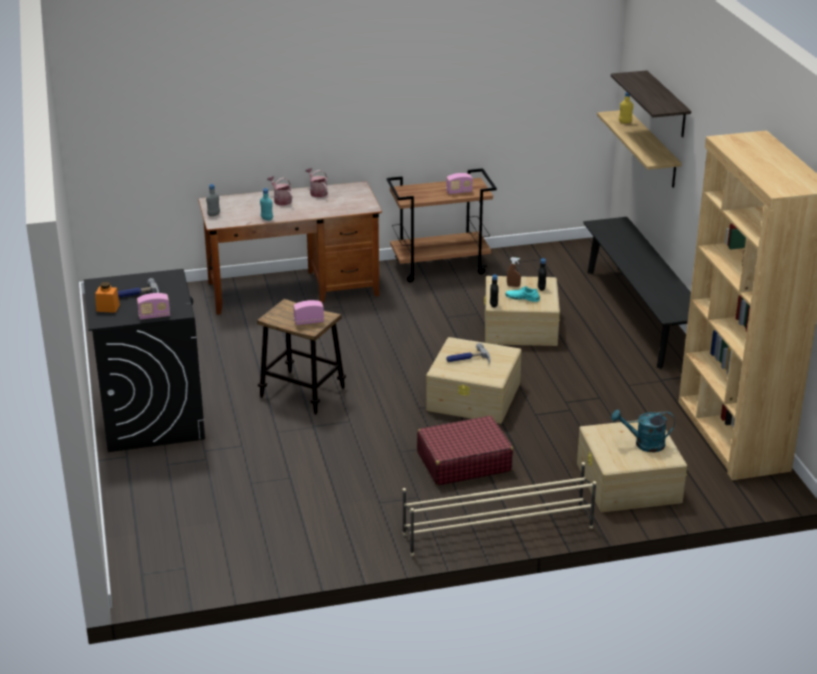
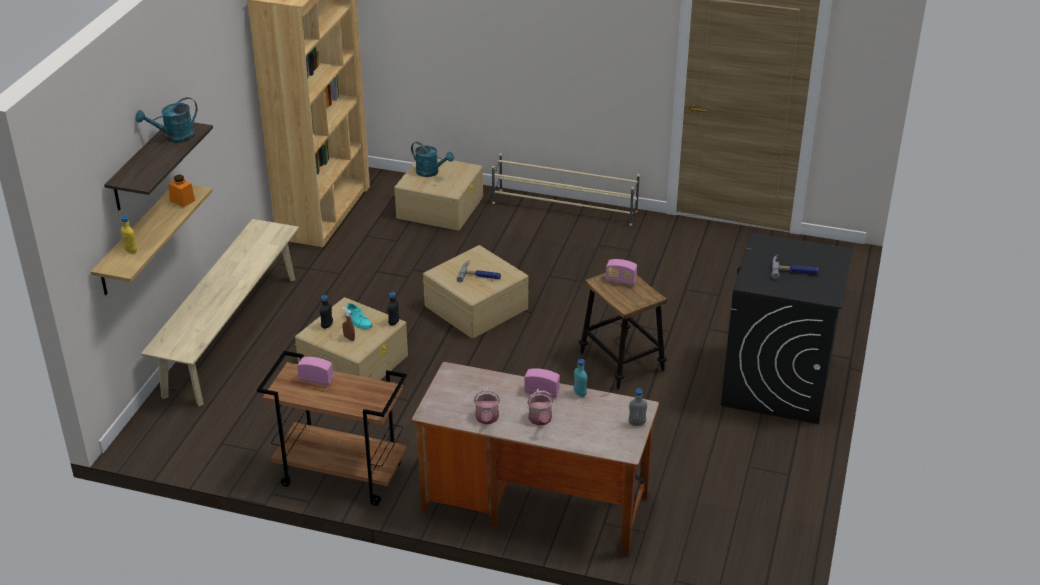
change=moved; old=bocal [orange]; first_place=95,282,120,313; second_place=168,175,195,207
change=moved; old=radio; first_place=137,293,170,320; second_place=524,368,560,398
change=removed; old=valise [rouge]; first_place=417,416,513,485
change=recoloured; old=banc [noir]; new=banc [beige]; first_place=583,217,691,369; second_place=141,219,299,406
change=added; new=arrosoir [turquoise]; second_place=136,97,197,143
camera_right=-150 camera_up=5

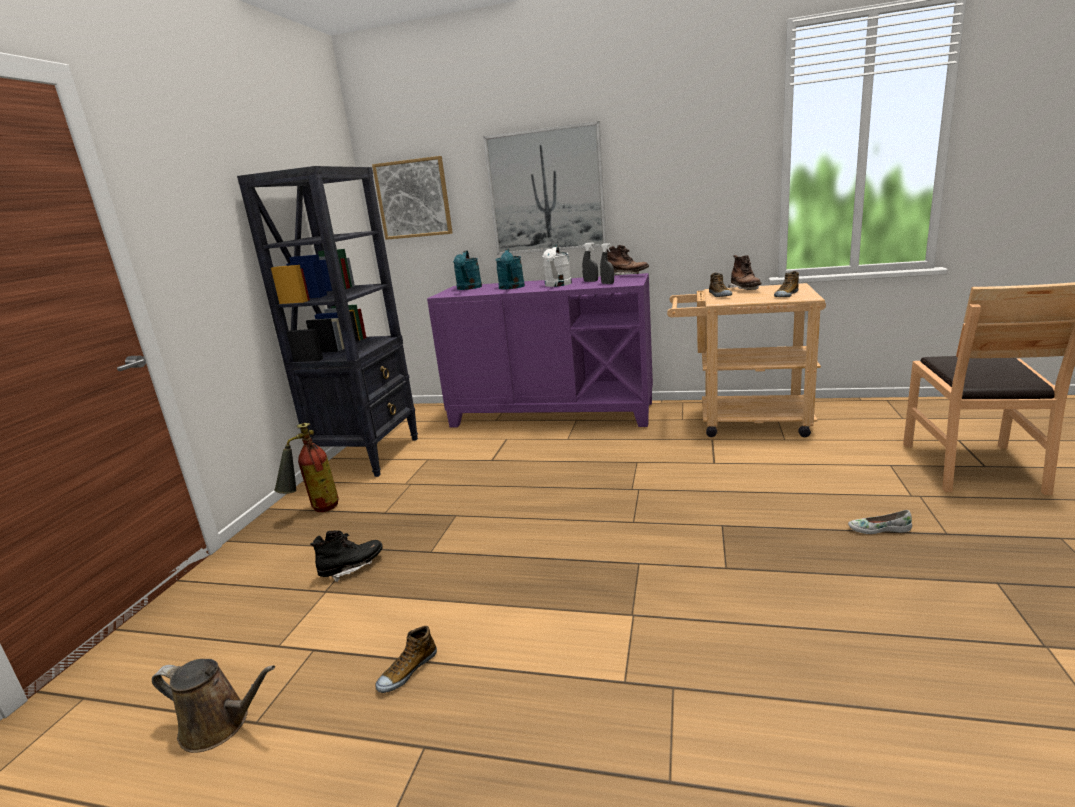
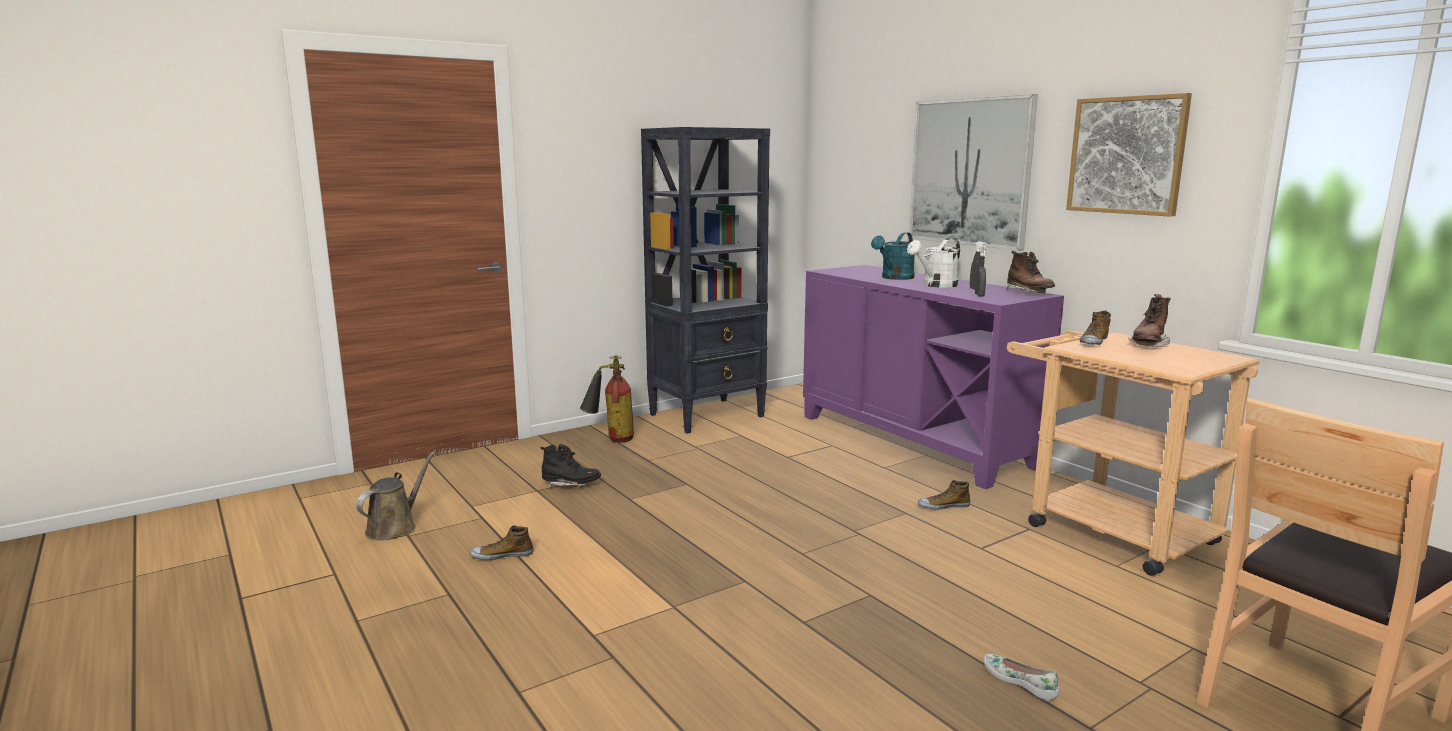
change=turned; old=arrosoir [marron]; first_place=152,659,275,753; second_place=356,452,435,540; degrees=-120
change=moved; old=tableau; first_place=372,156,453,240; second_place=1066,93,1192,217
change=removed; old=arrosoir [turquoise]; first_place=453,251,482,290
change=moved; old=chaussure; first_place=774,271,799,297; second_place=918,480,970,510
camera_right=40 camera_up=-5

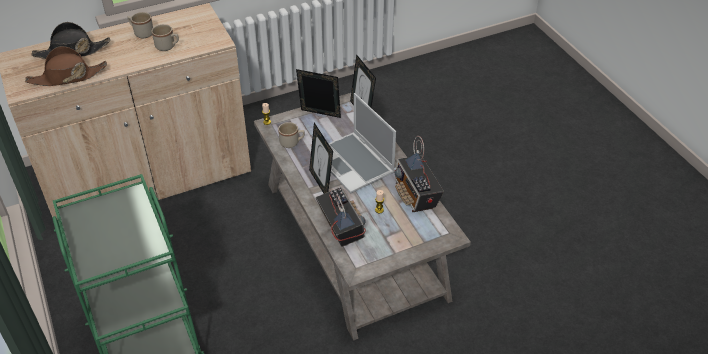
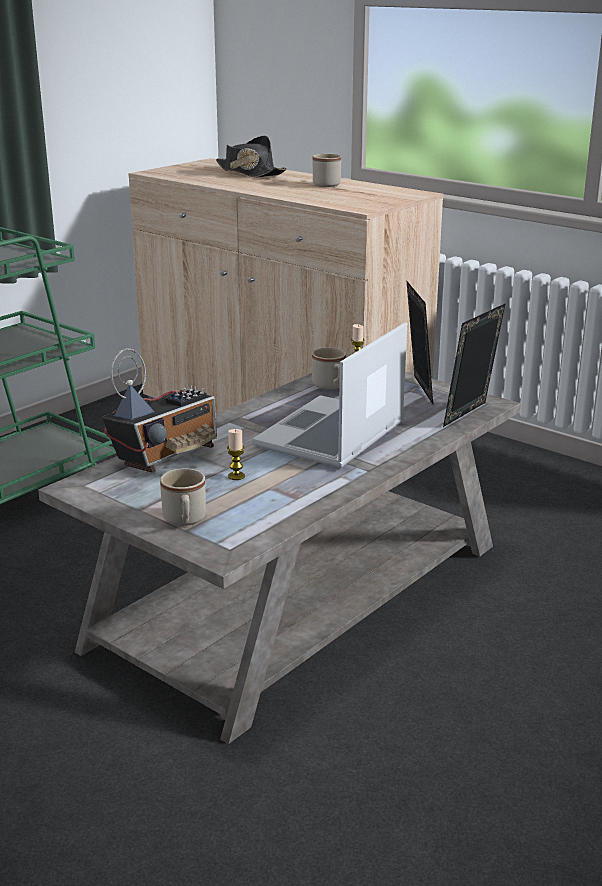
change=removed; old=chapeau [marron]; first_place=25,46,107,86
change=moved; old=mug [beige]; first_place=151,24,179,51; second_place=160,468,206,526
change=removed; old=cadre photo; first_place=309,123,333,194
change=removed; old=radio; first_place=394,136,444,212
camera_right=65 camera_up=-20

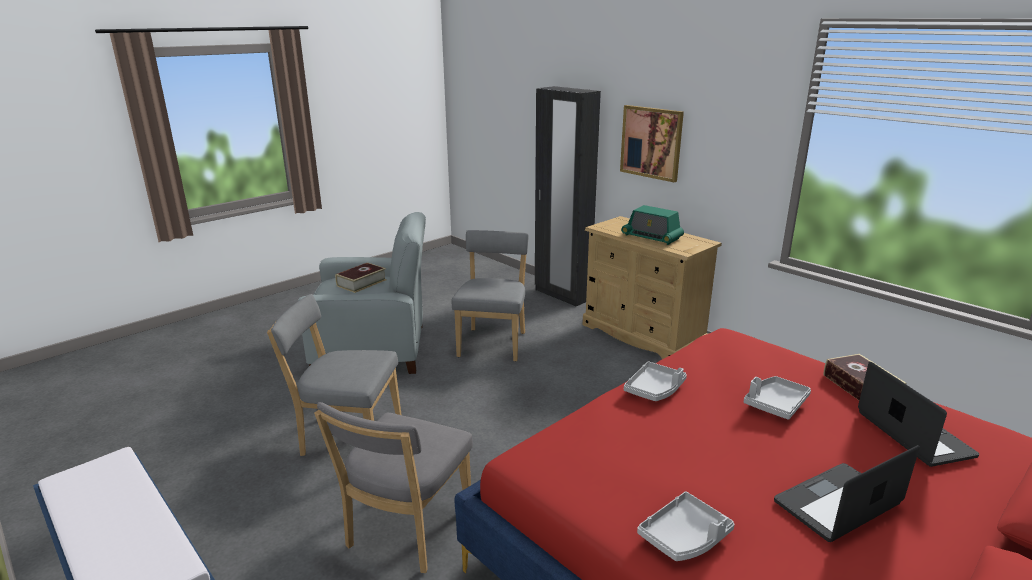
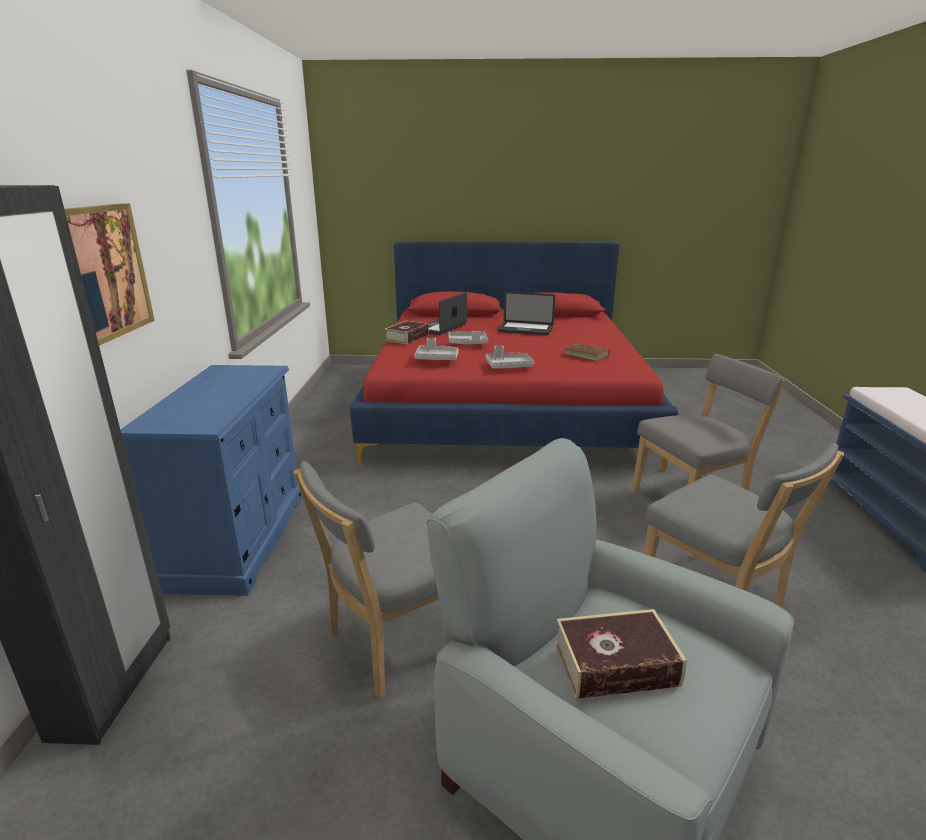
change=recoloured; old=commode [beige]; new=commode [bleu]; first_place=583,216,722,359; second_place=120,365,303,596
change=removed; old=radio; first_place=621,205,684,245
change=moved; old=plateau [gris]; first_place=637,491,735,561; second_place=414,338,459,360
change=added; new=livre [marron]; second_place=564,343,610,362
camera_right=-135 camera_up=0

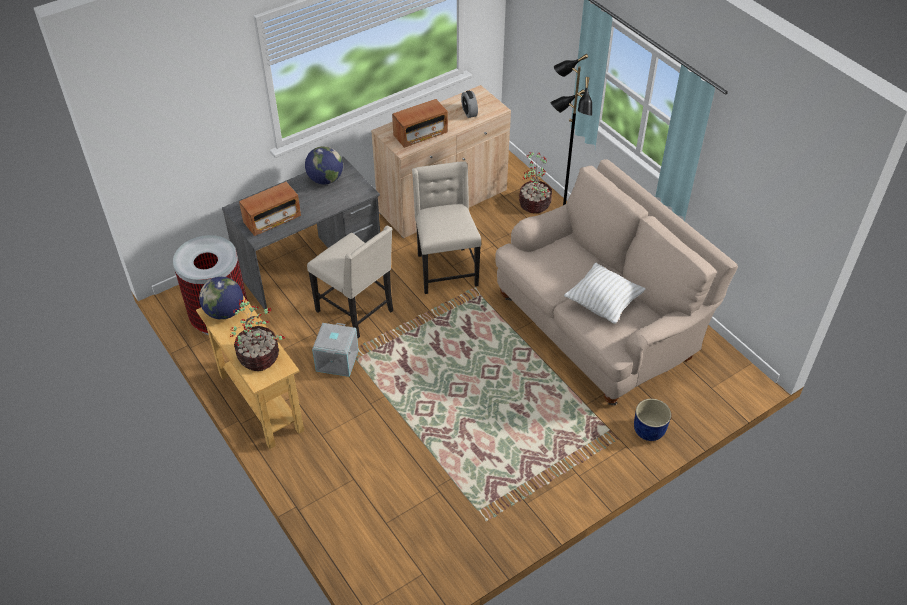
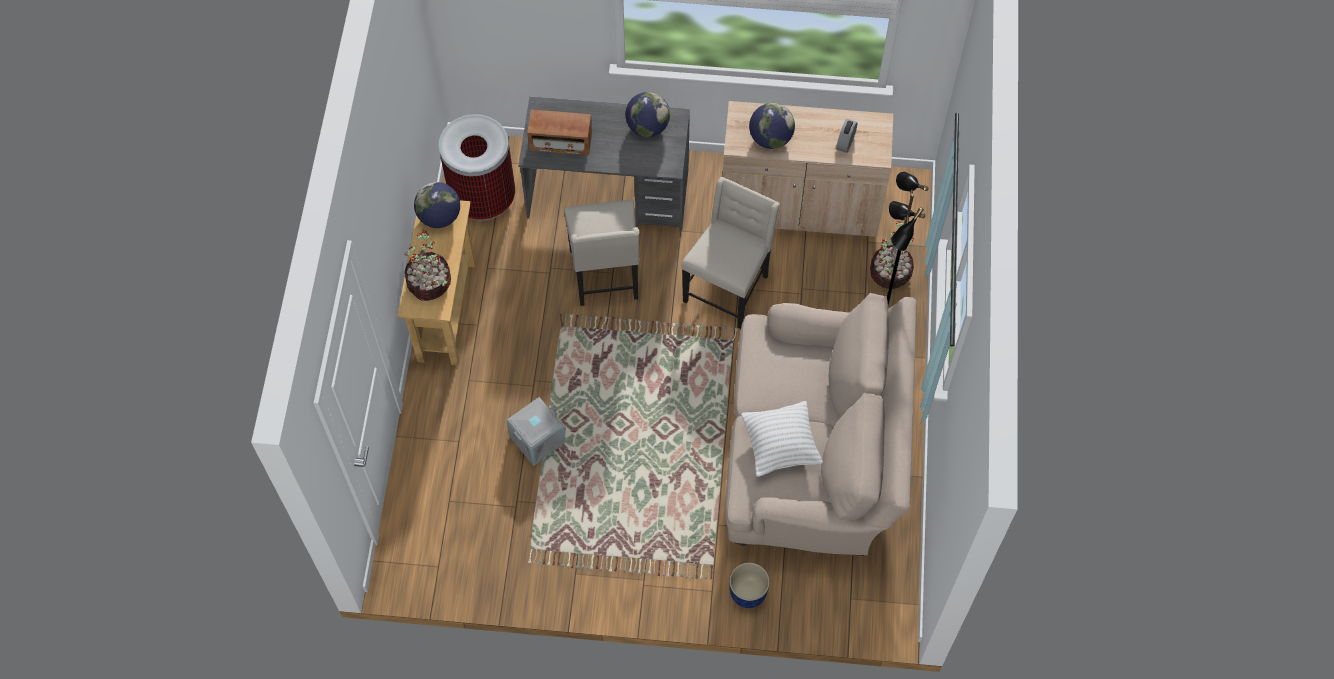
change=moved; old=boîte de rangement [gris]; first_place=312,323,359,377; second_place=506,397,566,466
change=replaced; old=radio; new=globe; first_place=392,99,448,148; second_place=749,103,795,149
camera_right=40 camera_up=15

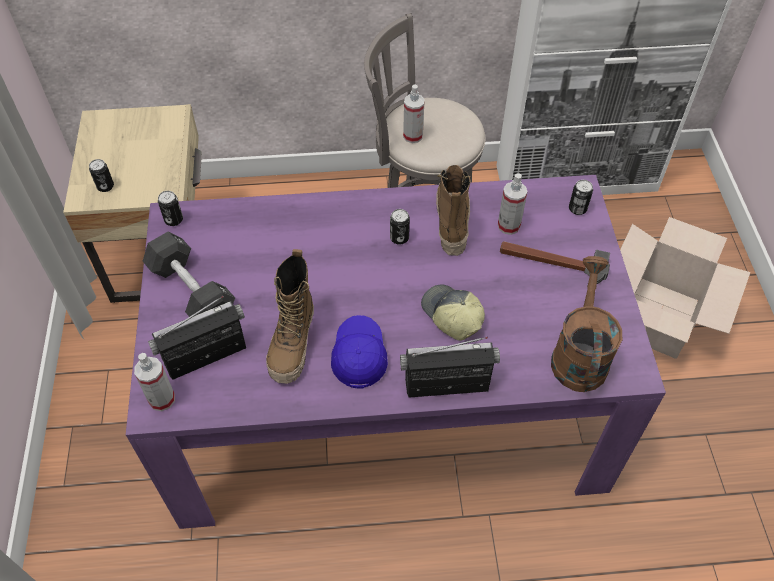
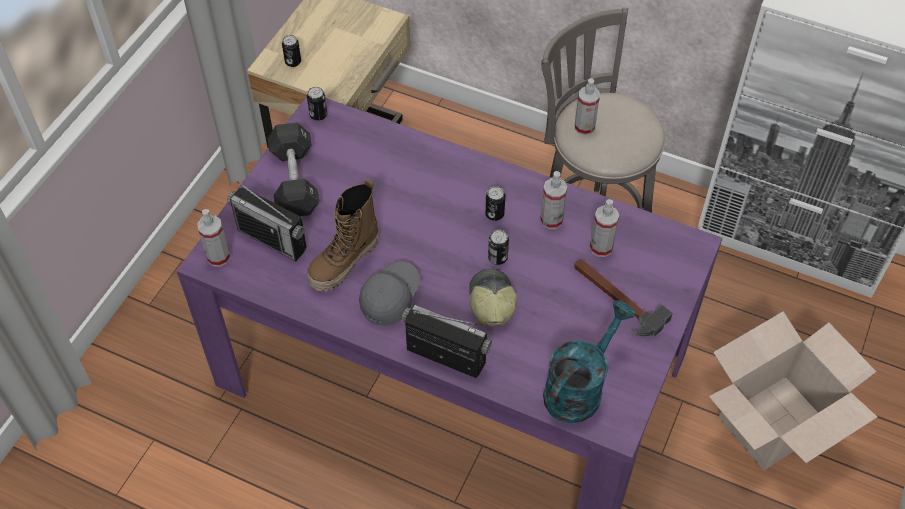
change=turned; old=radio; first_place=148,296,246,380; second_place=227,181,307,261; degrees=-150
change=recoloured; old=casquette [bleu]; new=casquette [gris]; first_place=331,315,388,388; second_place=359,261,421,326
change=replaced; old=botte; new=vaporisateur; first_place=436,165,471,256; second_place=540,171,567,229
change=recoloured; old=arrosoir [marron]; new=arrosoir [turquoise]; first_place=551,256,622,392; second_place=543,300,636,423
change=moved; old=boîte métallique; first_place=569,180,593,215; second_place=488,230,509,265
camera_right=30 camera_up=0

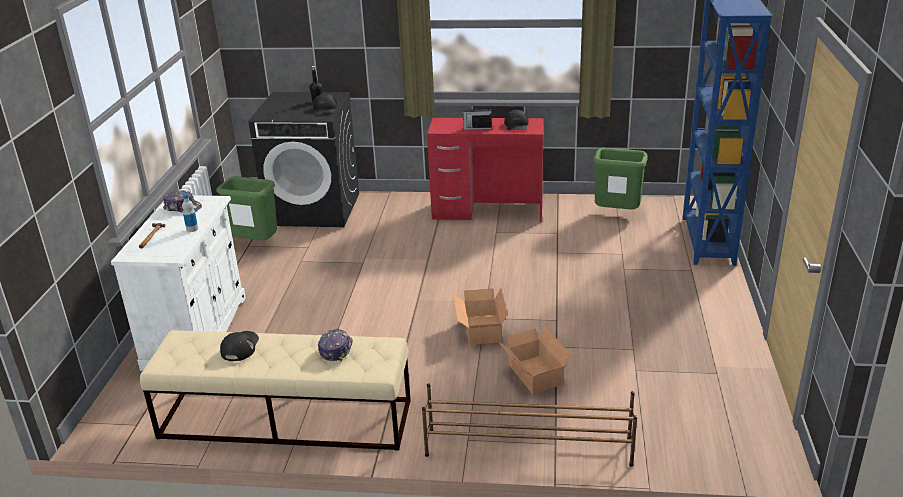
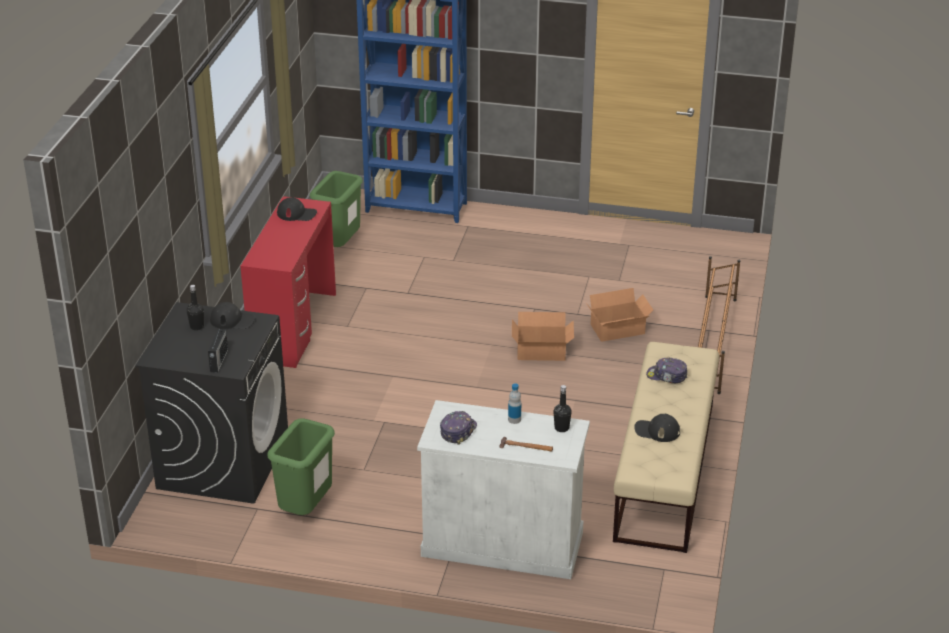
change=moved; old=radio; first_place=462,105,492,130; second_place=208,329,228,373
change=added; new=bouteille [noir]; second_place=553,385,572,432
camera_right=-85 camera_up=5

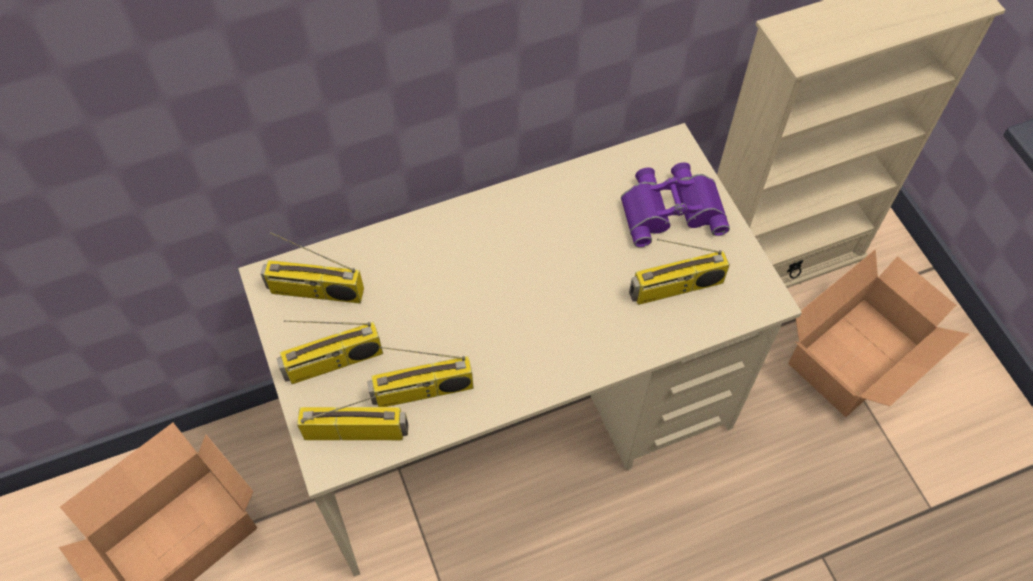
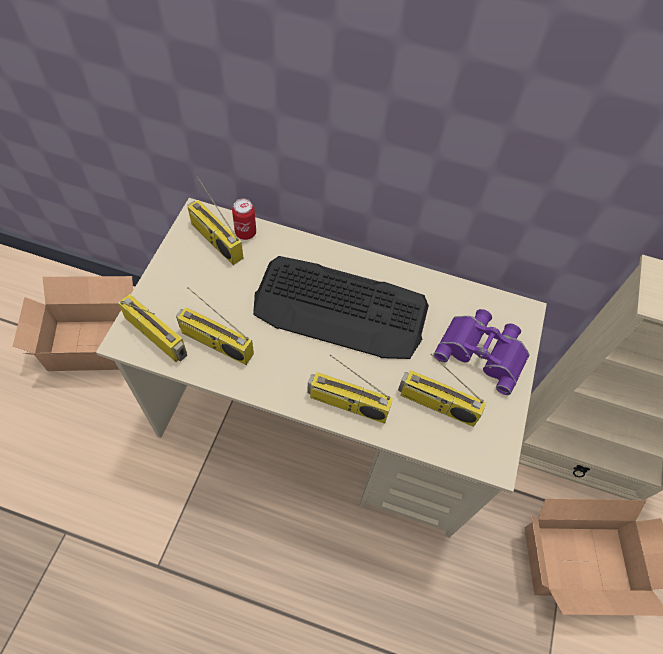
change=moved; old=radio; first_place=277,320,383,384; second_place=307,354,393,424
change=added; new=boîte métallique; second_place=232,198,256,240
change=added; new=clavier; second_place=253,256,429,359
camera_right=35 camera_up=0

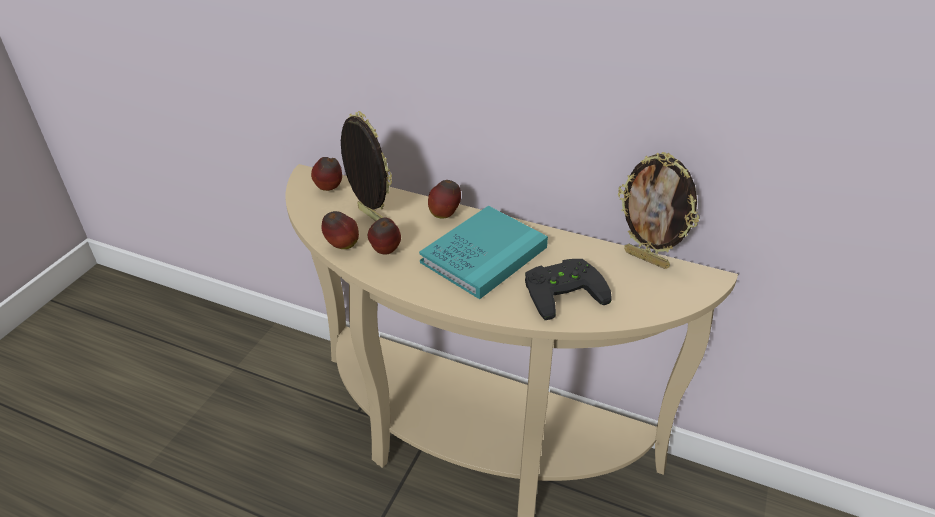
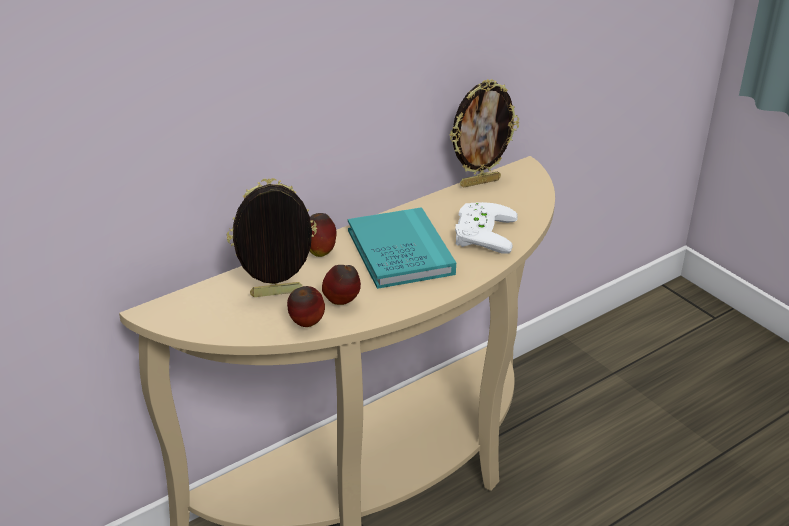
change=removed; old=pomme; first_place=311,157,342,191
change=recoloured; old=manette [noir]; new=manette [blanc]; first_place=525,259,612,320; second_place=455,202,517,254
camera_right=-60 camera_up=-5

